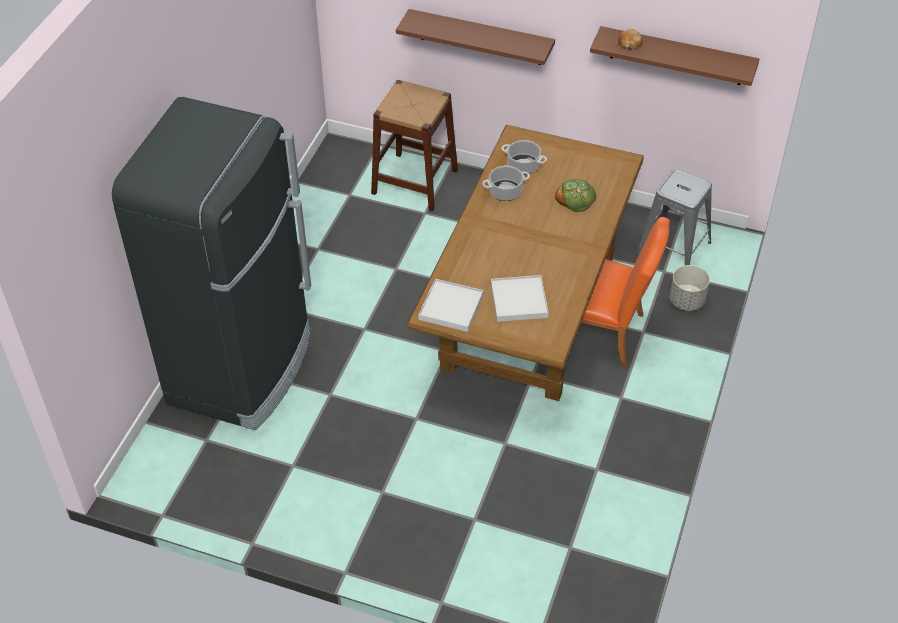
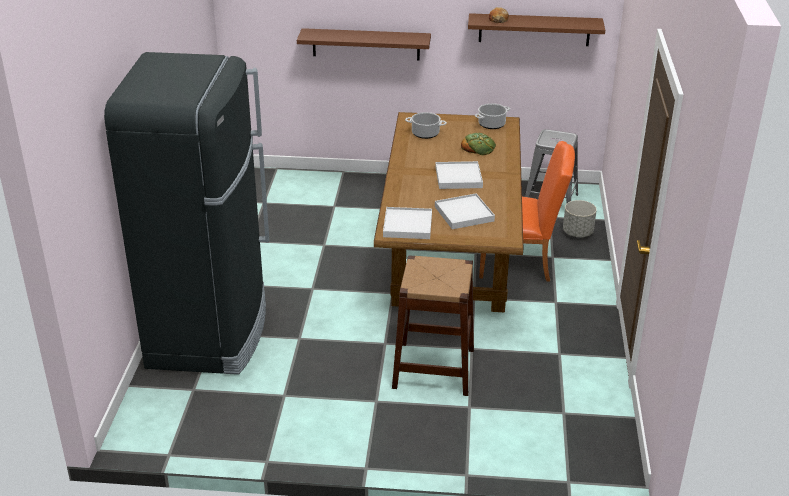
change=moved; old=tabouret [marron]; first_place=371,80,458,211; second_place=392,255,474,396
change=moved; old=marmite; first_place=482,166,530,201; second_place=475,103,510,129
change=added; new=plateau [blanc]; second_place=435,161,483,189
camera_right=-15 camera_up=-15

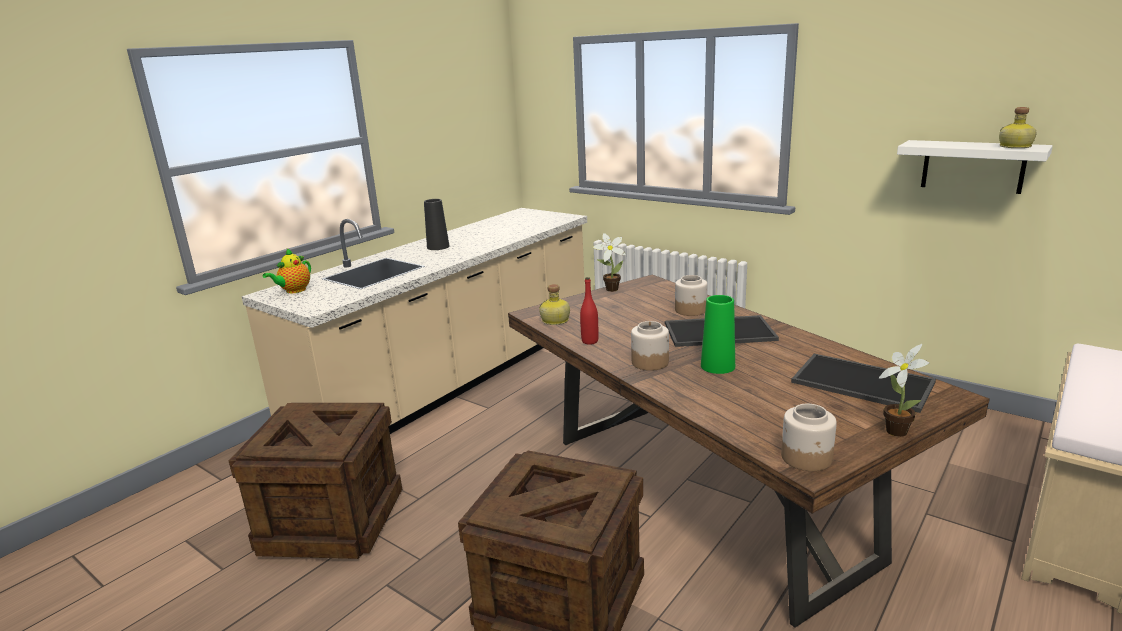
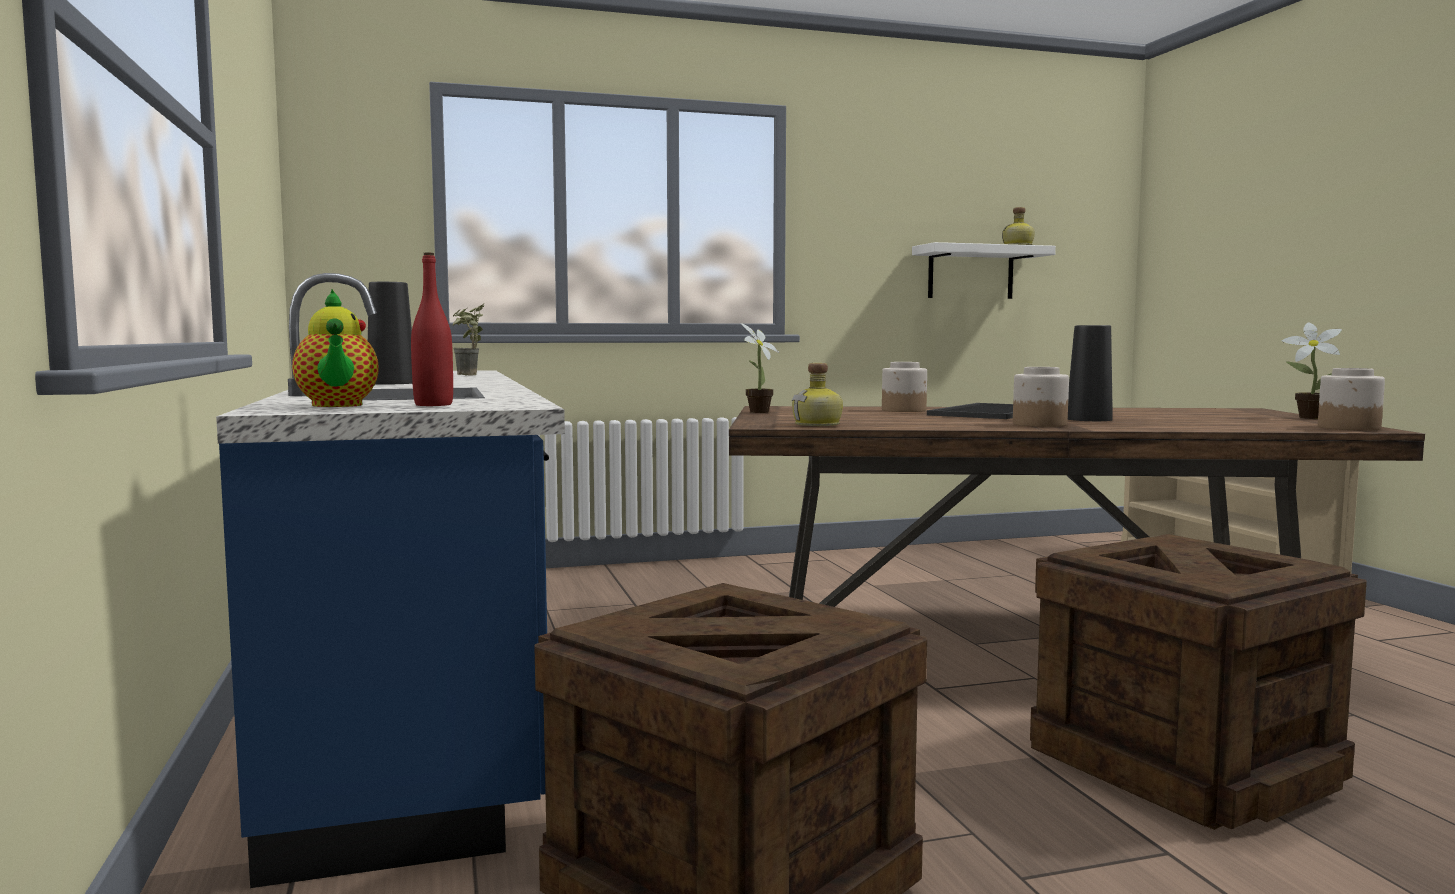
change=recoloured; old=comptoir de cuisine [beige]; new=comptoir de cuisine [bleu]; first_place=241,208,587,434; second_place=216,273,565,888
change=moved; old=bouteille [rouge]; first_place=580,277,599,345; second_place=411,252,453,406
change=recoloured; old=vase [vert]; new=vase [noir]; first_place=701,295,735,374; second_place=1068,325,1113,421
change=removed; old=plateau; first_place=791,354,936,413
change=added; new=plante en pot; second_place=453,304,484,376
camera_right=-55 camera_up=-15

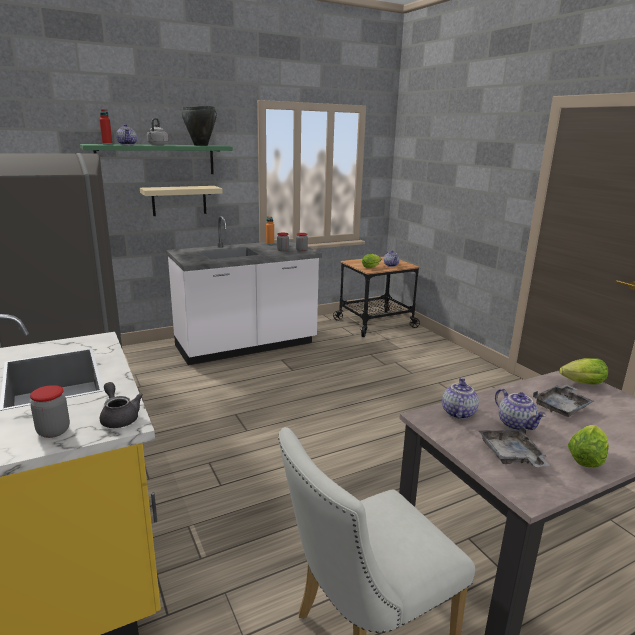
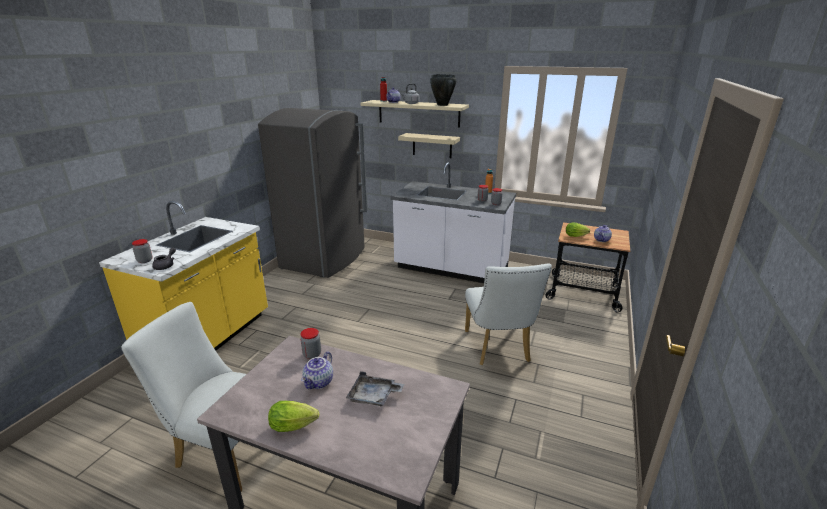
change=recoloured; old=étagère [vert]; new=étagère [beige]; first_place=80,144,233,174; second_place=361,100,469,128
change=replaced; old=théière; new=bocal; first_place=442,378,479,419; second_place=301,328,321,359
change=removed; old=plateau [gris]; first_place=479,426,550,467
change=removed; old=laitue; first_place=559,358,608,385
change=added; new=chaise [blanc]; second_place=465,263,552,365
camera_right=50 camera_up=5

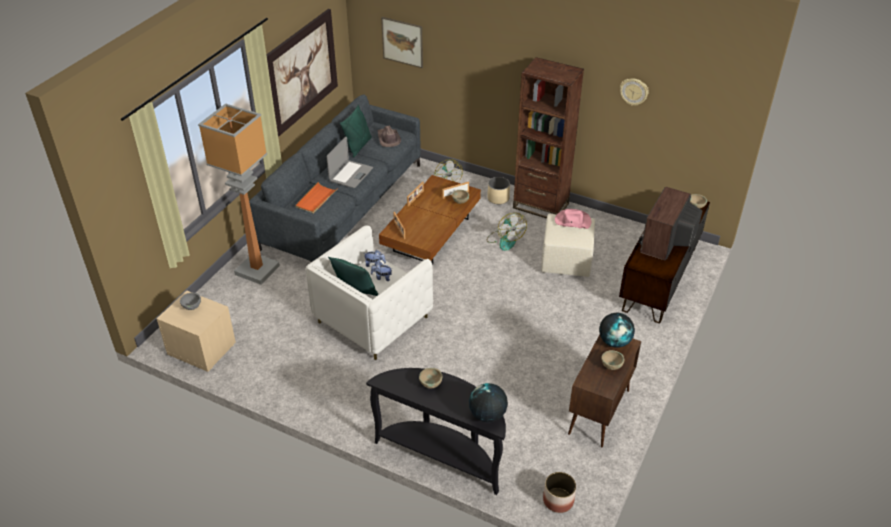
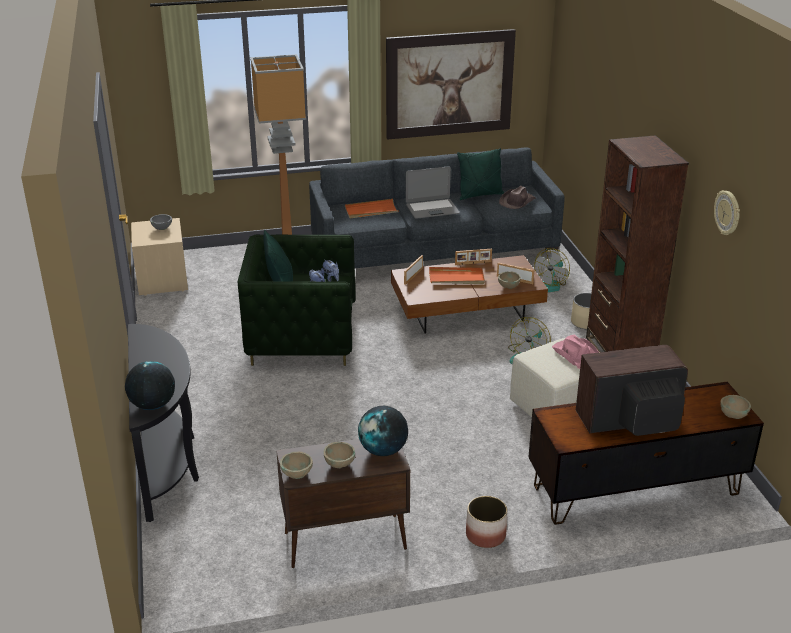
change=recoloured; old=fauteuil [blanc]; new=fauteuil [vert]; first_place=305,225,433,360; second_place=238,235,356,366
change=removed; old=tableau; first_place=381,17,423,68
change=moved; old=bol [beige]; first_place=419,368,442,389; second_place=280,452,313,479
change=moved; old=cache-pot; first_place=543,472,576,513; second_place=466,496,508,548
change=added; new=plateau [orange]; second_place=429,267,485,284
camera_right=50 camera_up=-10

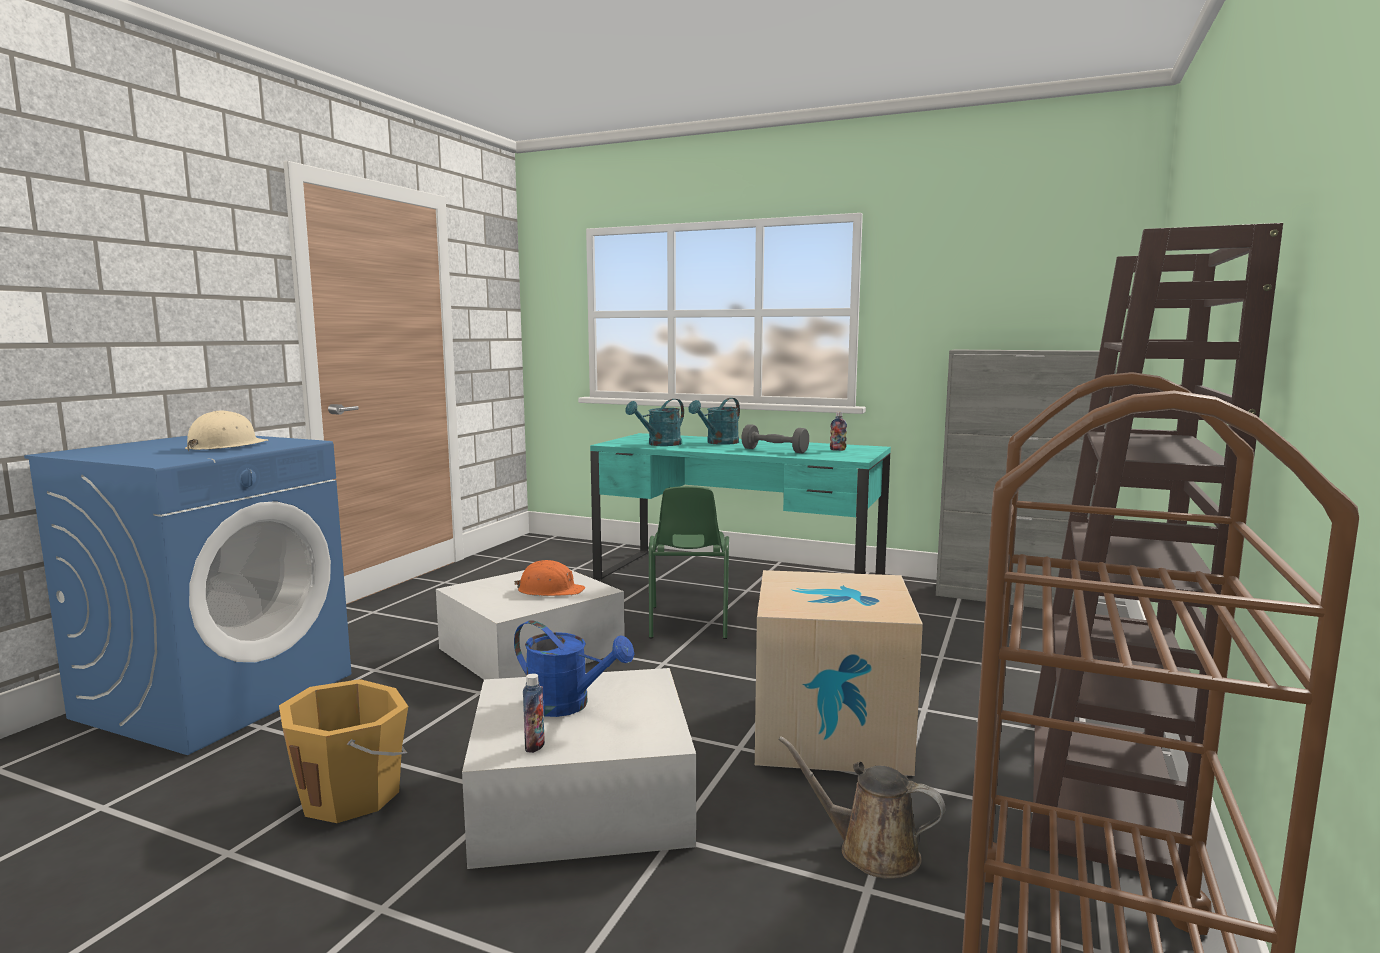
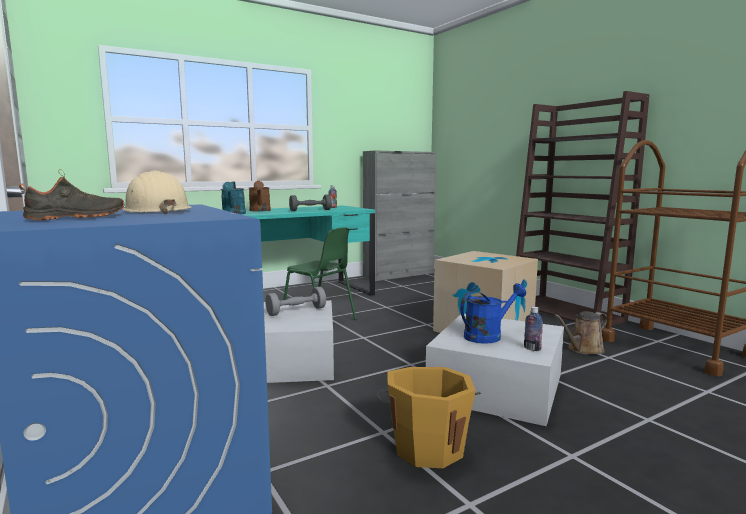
change=replaced; old=casque de chantier [orange]; new=haltère [gris]; first_place=514,560,585,596; second_place=265,287,326,316
change=recoloured; old=arrosoir [turquoise]; new=arrosoir [marron]; first_place=689,398,740,445; second_place=249,181,271,212
change=added; new=chaussure [noir]; second_place=19,169,125,220
camera_right=-55 camera_up=0

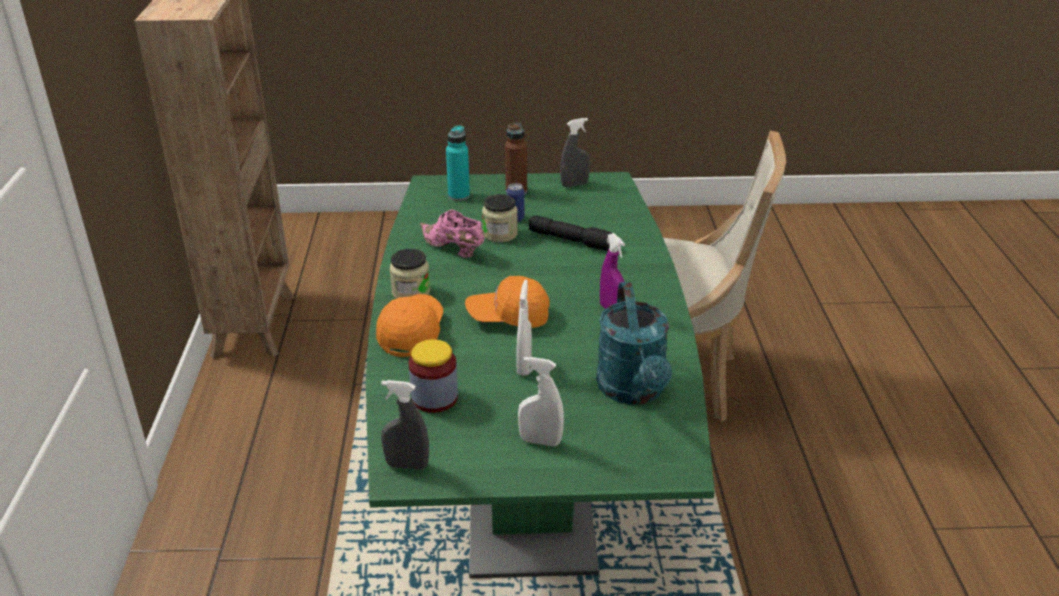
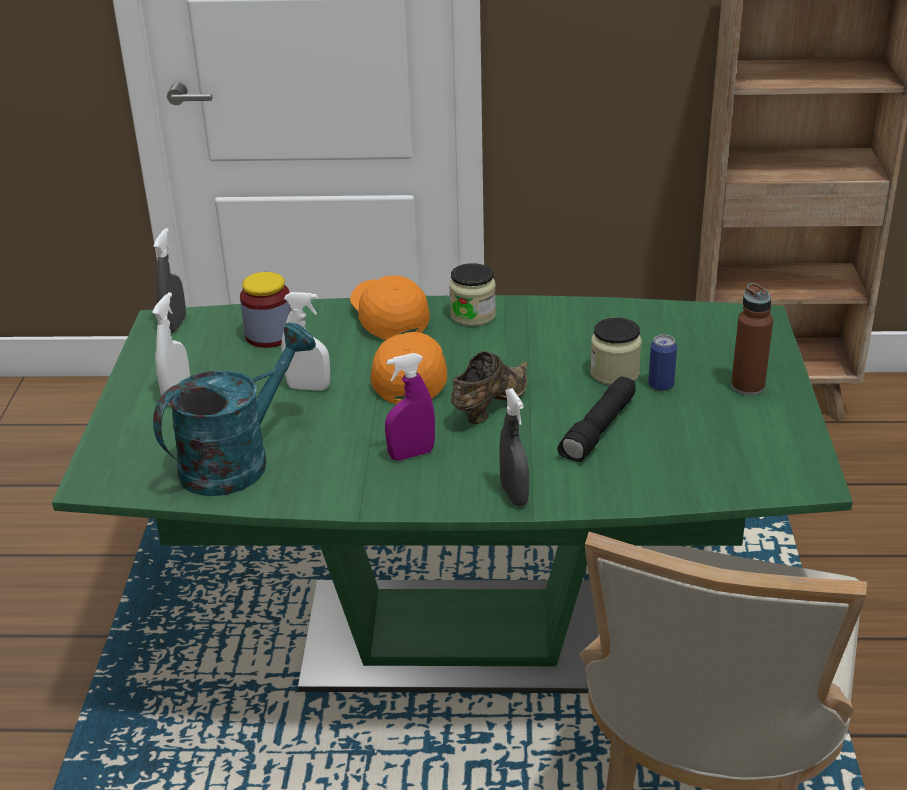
change=turned; old=casquette [orange]; first_place=376,294,443,357; second_place=350,275,430,340; degrees=-135
change=removed; old=chaussure [rose]; first_place=420,210,484,258
change=removed; old=bouteille [turquoise]; first_place=446,125,470,201
change=moved; old=vaporisateur [gris]; first_place=560,118,590,187; second_place=499,388,529,506
change=turned; old=arrosoir [turquoise]; first_place=596,282,672,405; second_place=153,322,316,496; degrees=135
change=added; new=chaussure [marron]; second_place=451,351,528,424
camera_right=95 camera_up=0

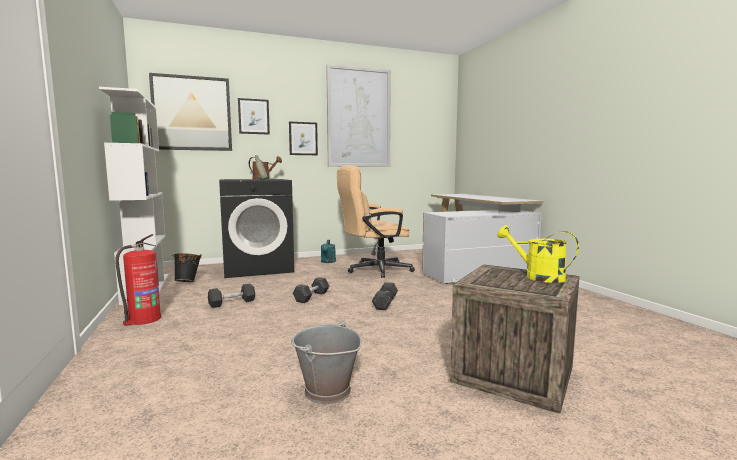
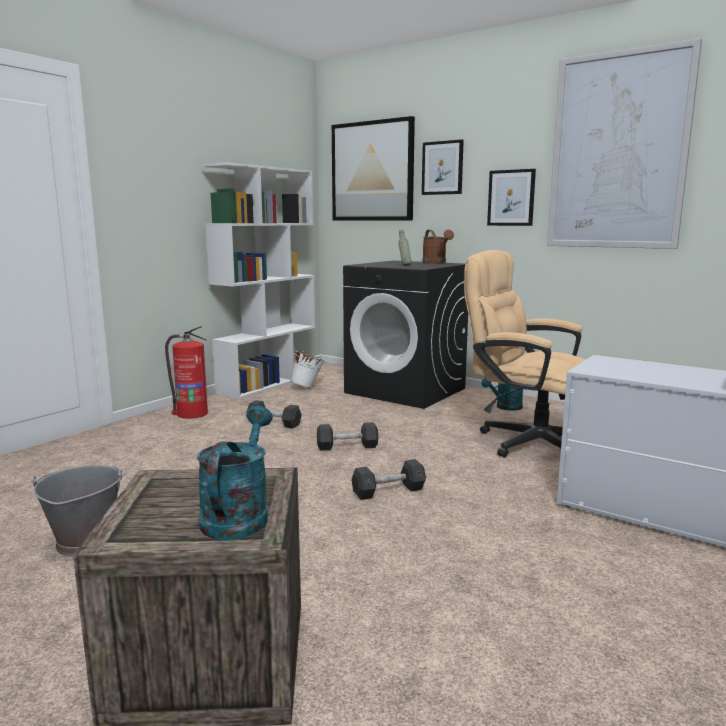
change=recoloured; old=seau [noir]; new=seau [blanc]; first_place=172,253,202,282; second_place=290,351,325,389
change=recoloured; old=arrosoir [jaune]; new=arrosoir [turquoise]; first_place=497,225,579,283; second_place=197,406,273,540
camera_right=55 camera_up=5

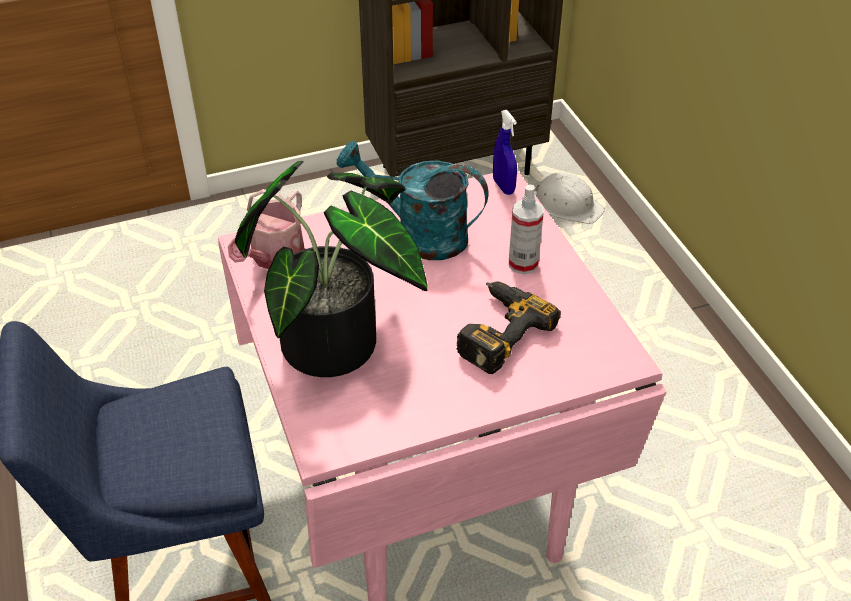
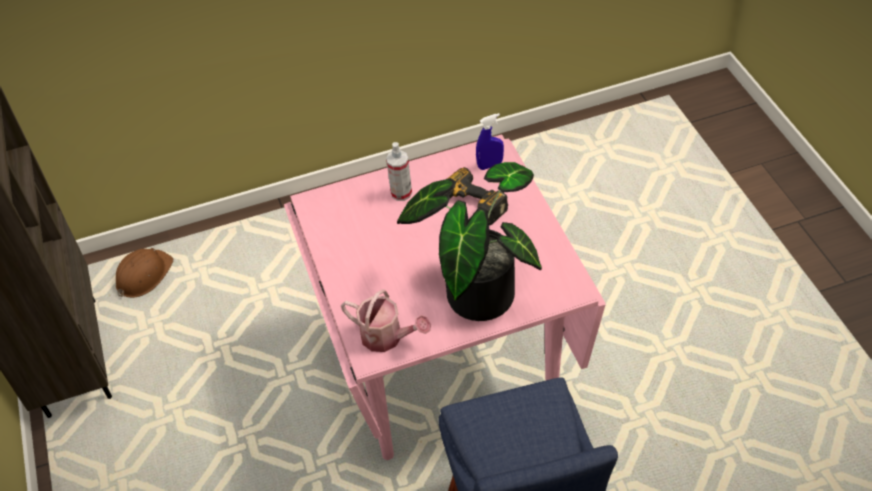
change=removed; old=arrosoir [turquoise]; first_place=336,141,488,260
change=moved; old=vaporisateur [bleu]; first_place=493,110,517,195; second_place=476,113,504,170
change=recoloured; old=casque de chantier [blanc]; new=casque de chantier [marron]; first_place=535,172,605,224; second_place=116,248,174,298
camera_right=-85 camera_up=5

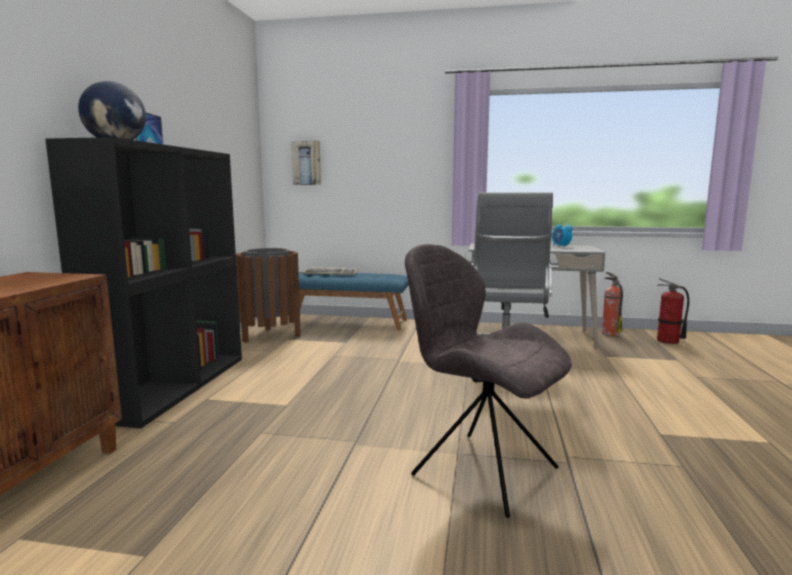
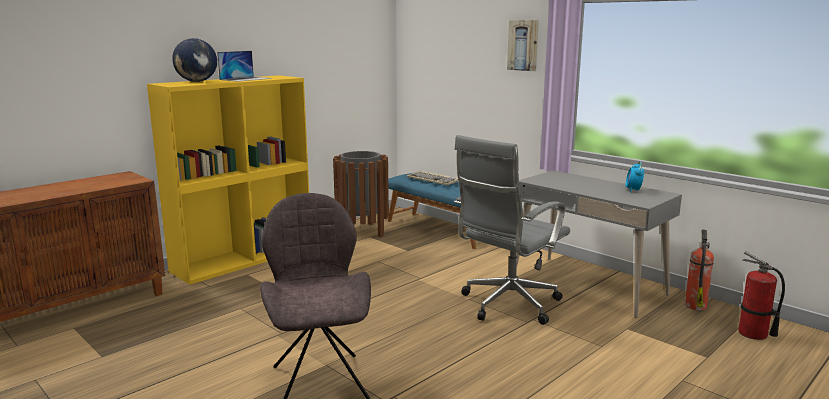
change=recoloured; old=bibliothèque [noir]; new=bibliothèque [jaune]; first_place=45,137,242,428; second_place=147,75,309,285
change=moved; old=tableau; first_place=291,141,321,185; second_place=507,20,539,71
camera_right=35 camera_up=5

